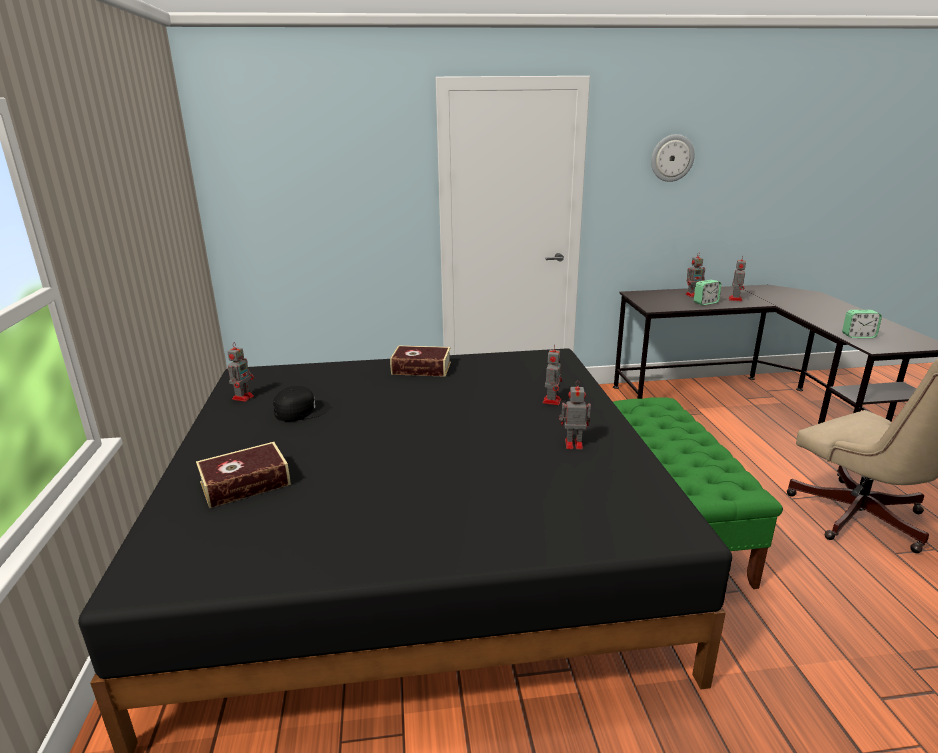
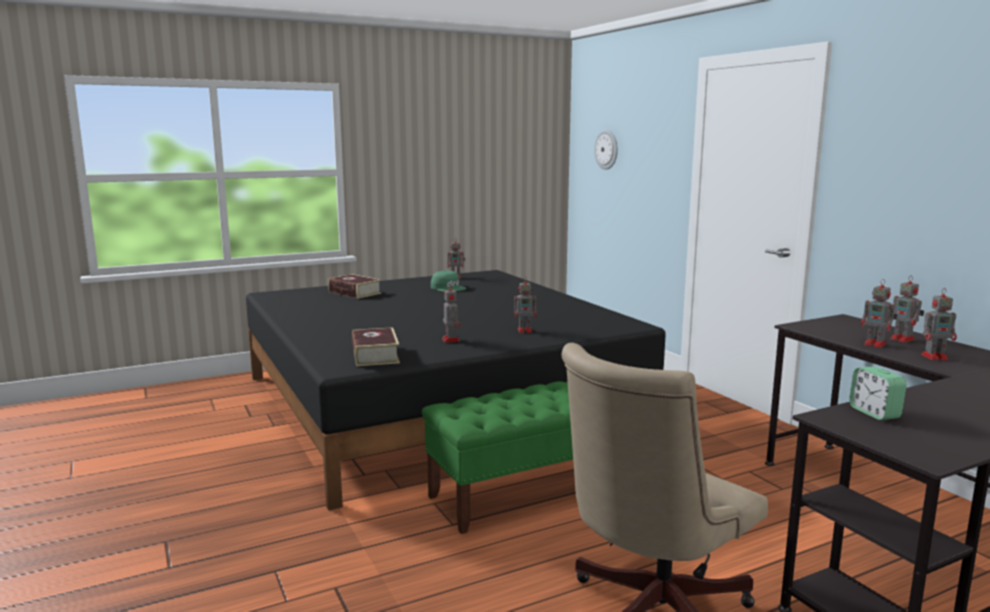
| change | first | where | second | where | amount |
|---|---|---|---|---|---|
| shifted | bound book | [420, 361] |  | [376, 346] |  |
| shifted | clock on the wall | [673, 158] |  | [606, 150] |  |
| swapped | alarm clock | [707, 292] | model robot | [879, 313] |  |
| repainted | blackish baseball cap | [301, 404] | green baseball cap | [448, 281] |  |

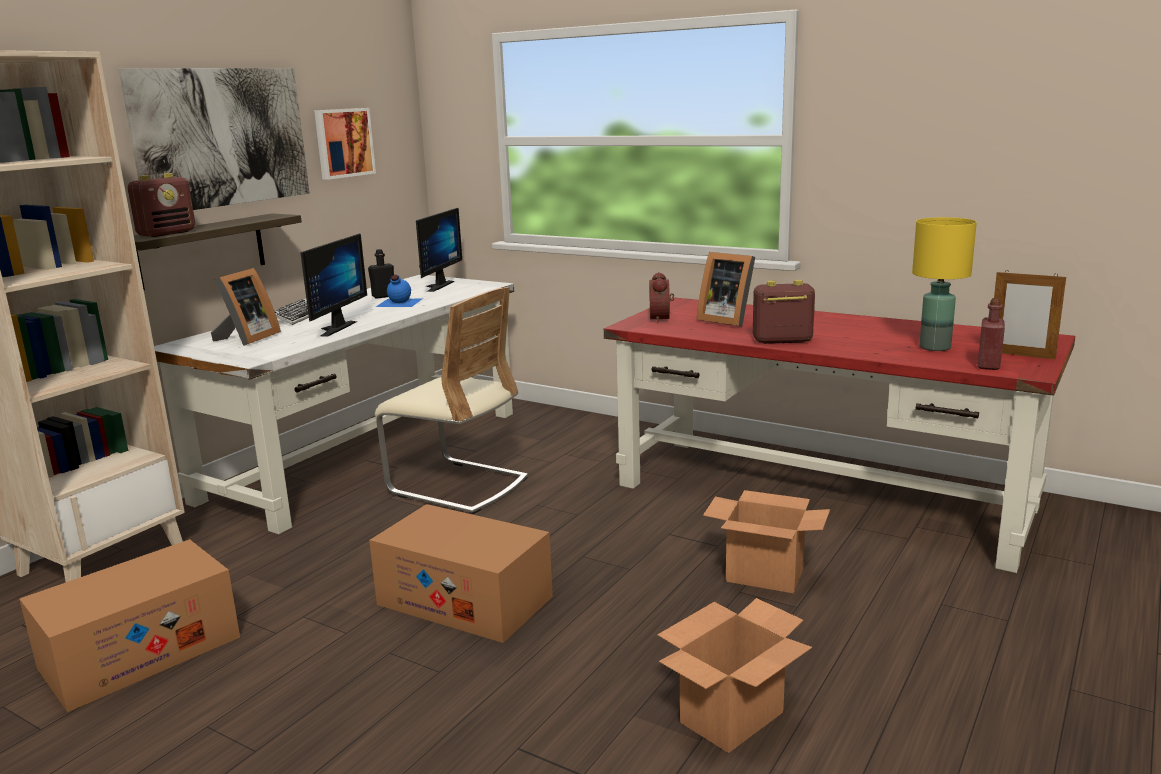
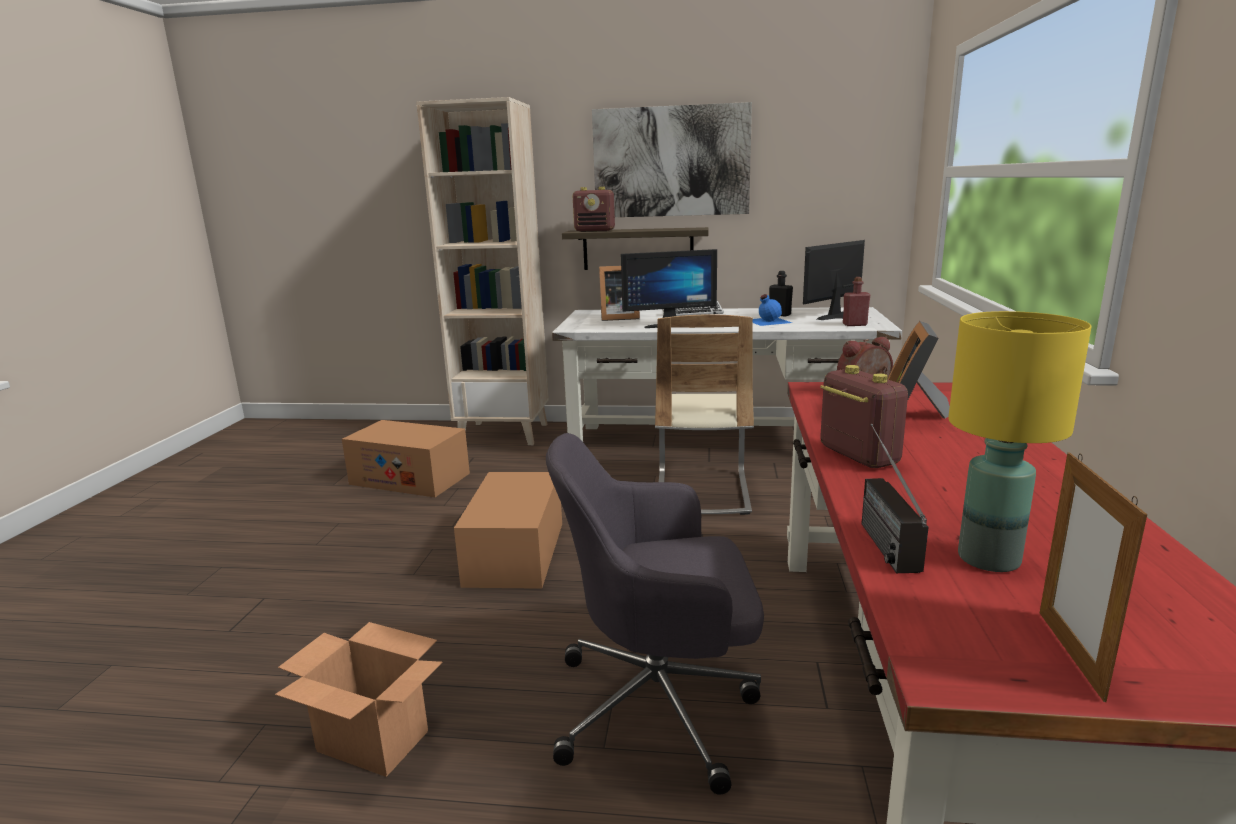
| change | first | where | second | where | amount |
|---|---|---|---|---|---|
| gone | picture | [345, 144] |  |  |  |
| new |  |  | radio set | [895, 498] |  |
| shifted | reddish bottle | [991, 334] |  | [856, 301] |  |
| swapped | cardboard box | [766, 541] | grey office chair | [655, 614] |  |
| rotated | monitor | [439, 250] |  | [834, 280] | 150 degrees clockwise |

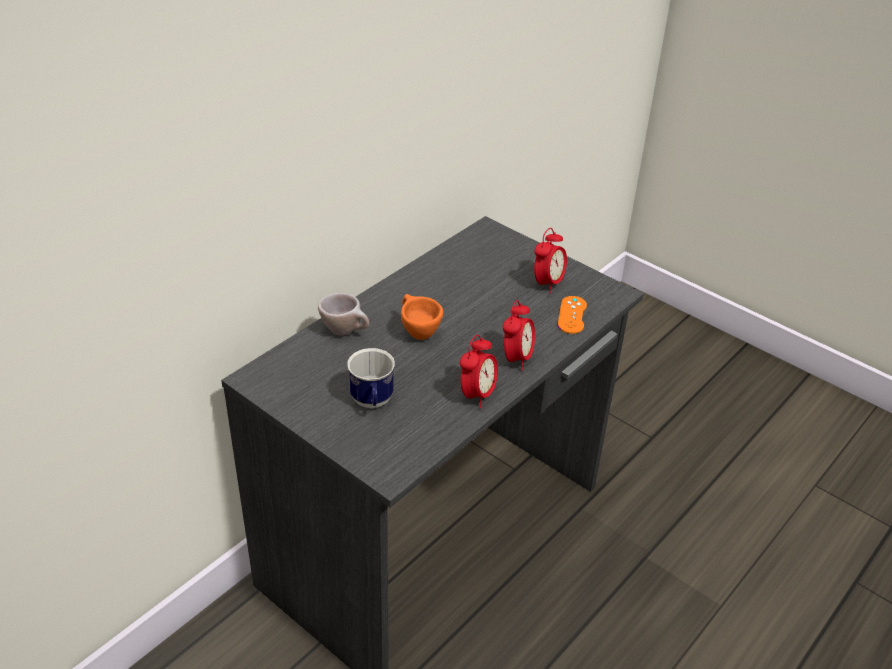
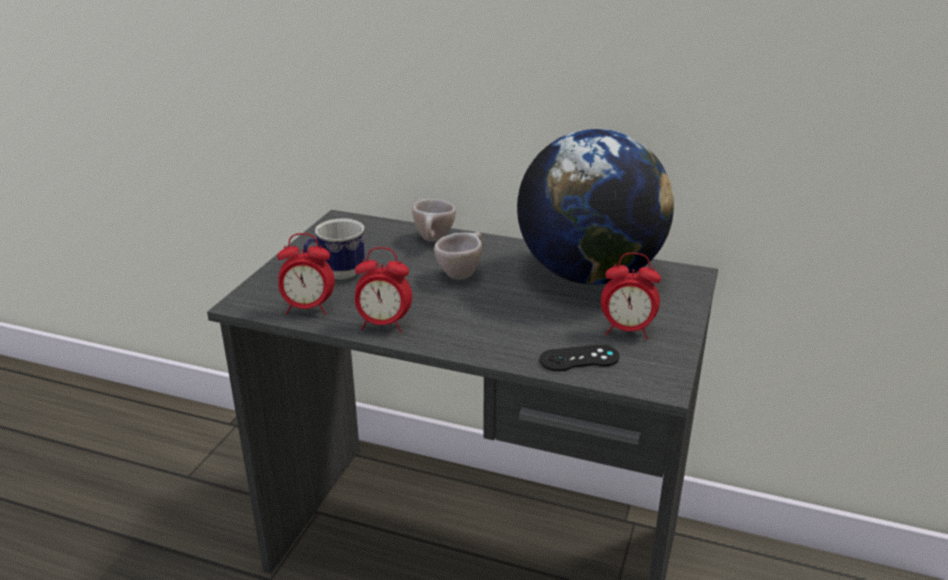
| change | first | where | second | where | amount |
|---|---|---|---|---|---|
| new |  |  | globe | [595, 207] |  |
| shifted | alarm clock | [519, 335] |  | [306, 274] |  |
| repainted | orange drinking cup | [422, 317] | sand-coloured drinking cup | [458, 256] |  |
| repainted | orange gamepad | [572, 315] | blackish gamepad | [579, 358] |  |

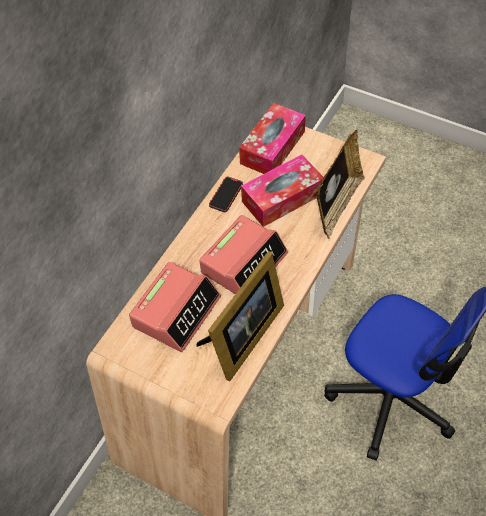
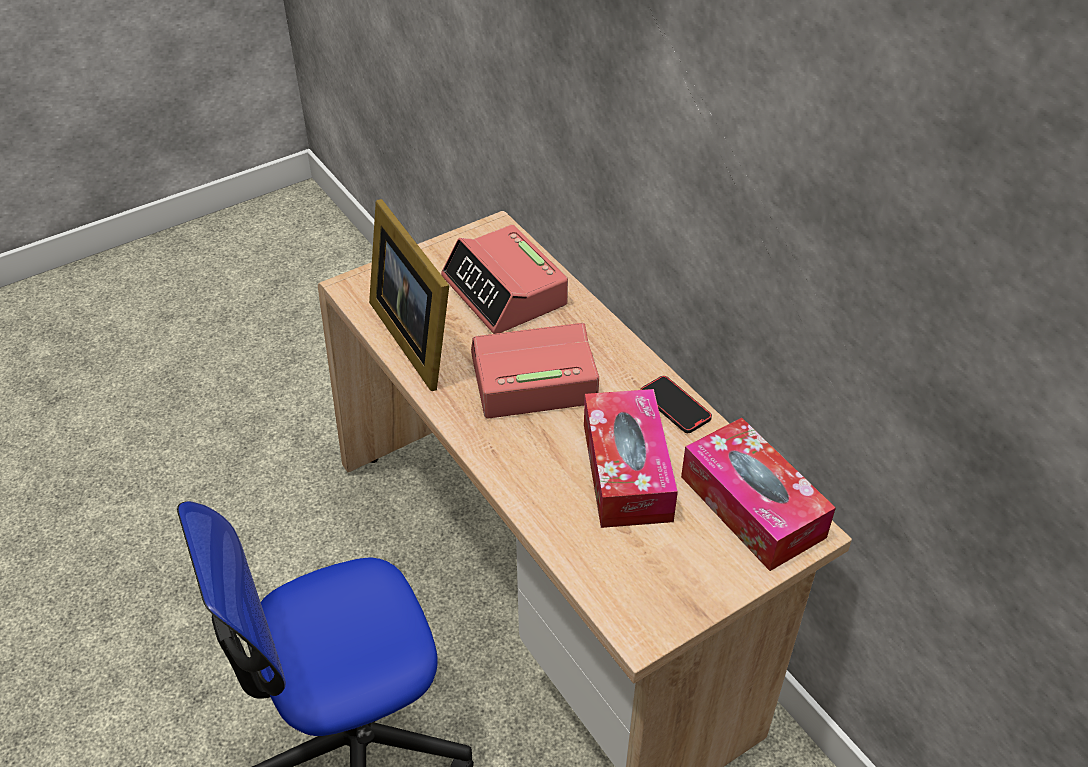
| change | first | where | second | where | amount |
|---|---|---|---|---|---|
| gone | standing frame | [340, 184] |  |  |  |
| rotated | alarm clock | [243, 254] |  | [535, 370] | 105 degrees clockwise |

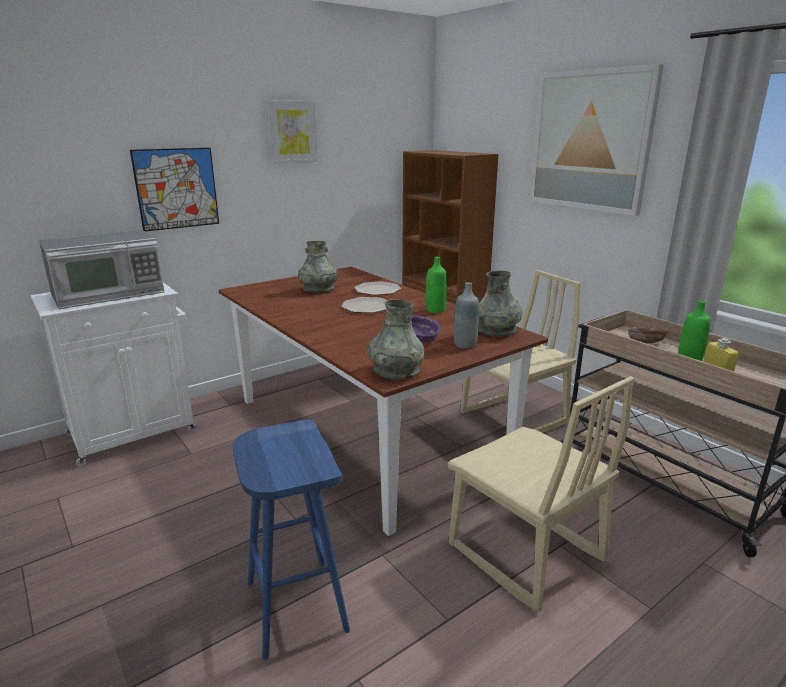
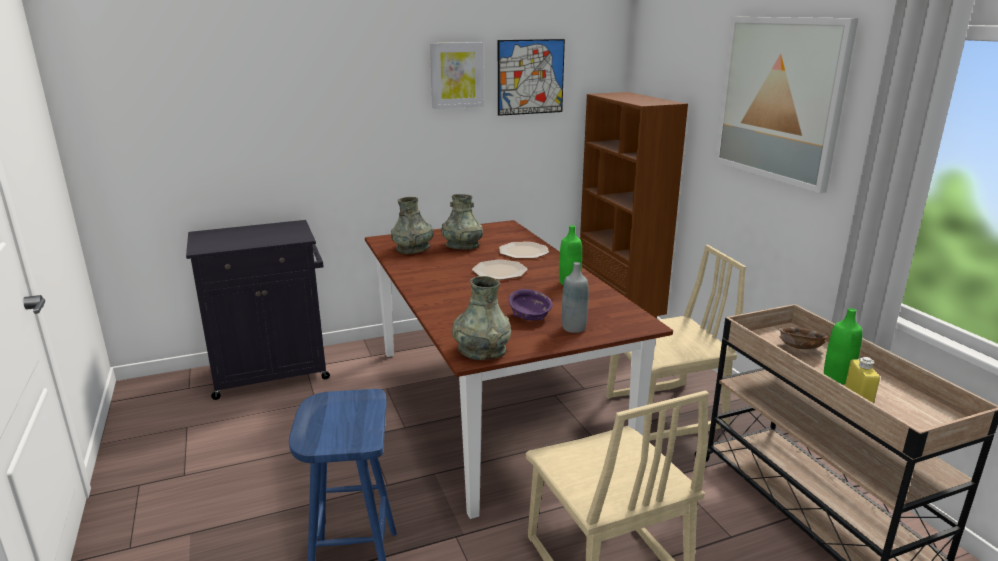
| change | first | where | second | where | amount |
|---|---|---|---|---|---|
| gone | kitchen microwave | [102, 269] |  |  |  |
| shifted | picture | [174, 189] |  | [531, 77] |  |
| shifted | grey flower vase | [500, 303] |  | [412, 225] |  |
| repainted | whitish storage cabinet | [113, 374] | blackish storage cabinet | [258, 310] |  |

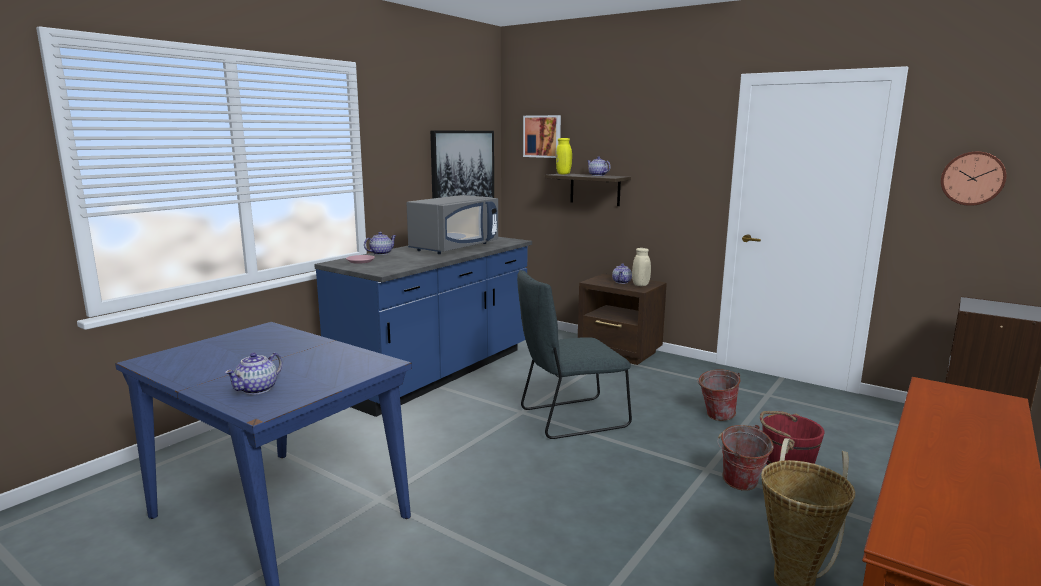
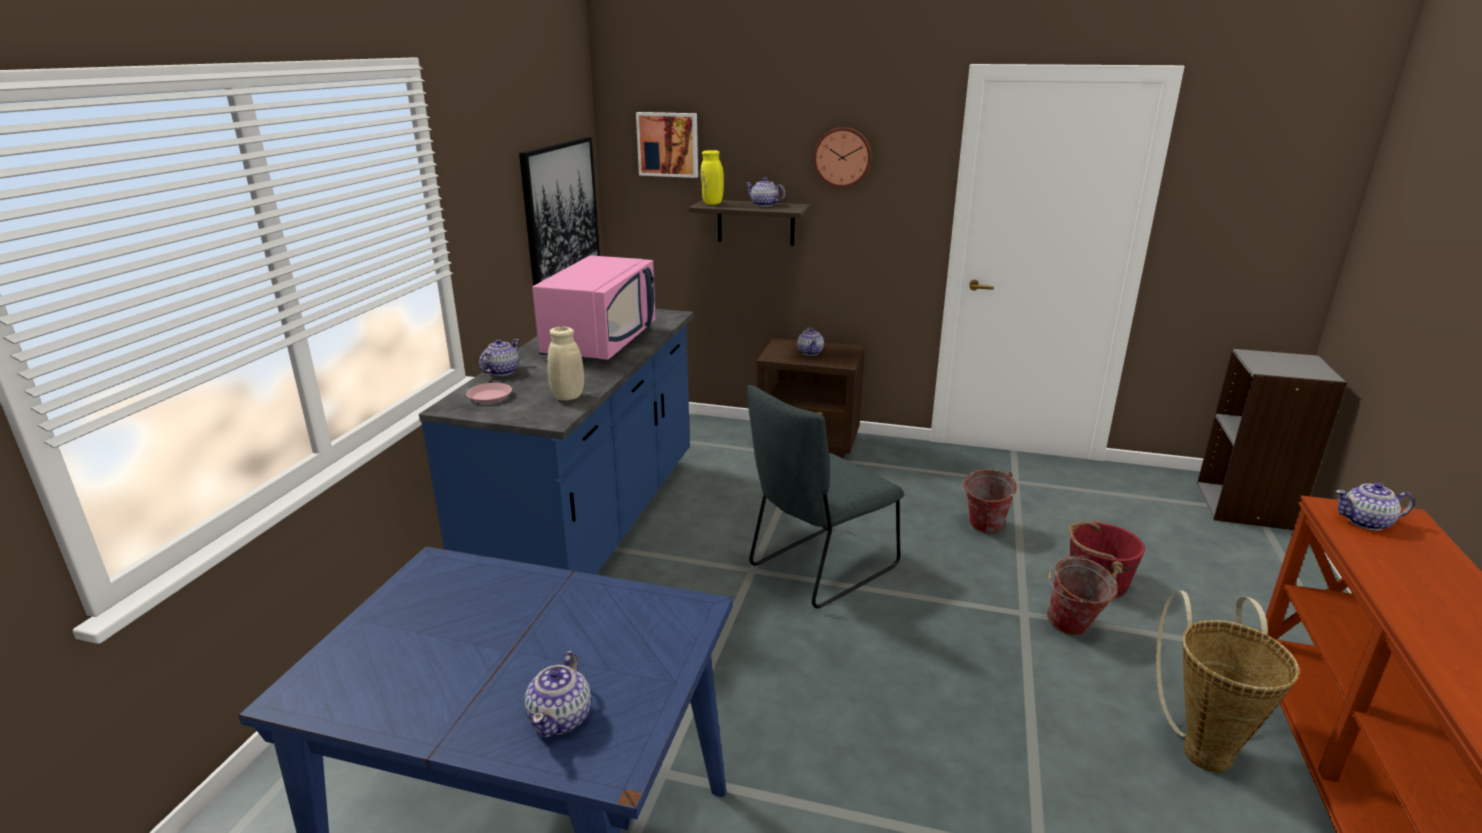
| change | first | where | second | where | amount |
|---|---|---|---|---|---|
| new |  |  | pot for tea | [1374, 506] |  |
| shifted | sand-coloured flower vase | [641, 267] |  | [565, 364] |  |
| shifted | clock on the wall | [973, 178] |  | [843, 157] |  |
| repainted | grey kitchen microwave | [452, 224] | pinkish kitchen microwave | [594, 308] |  |

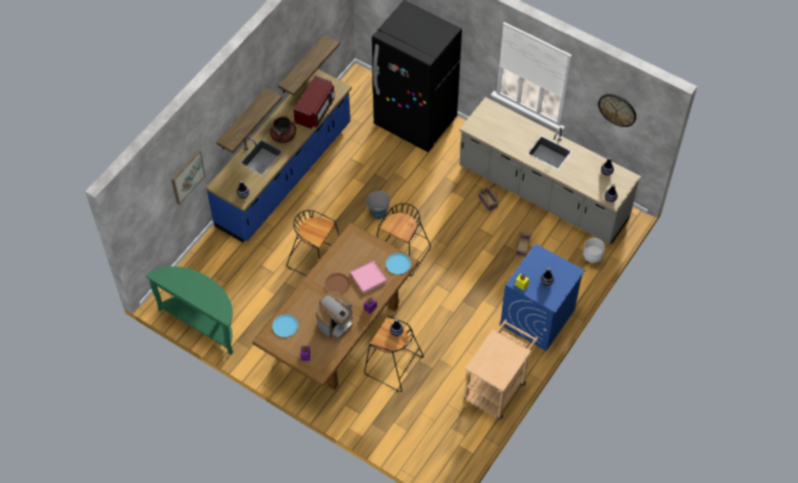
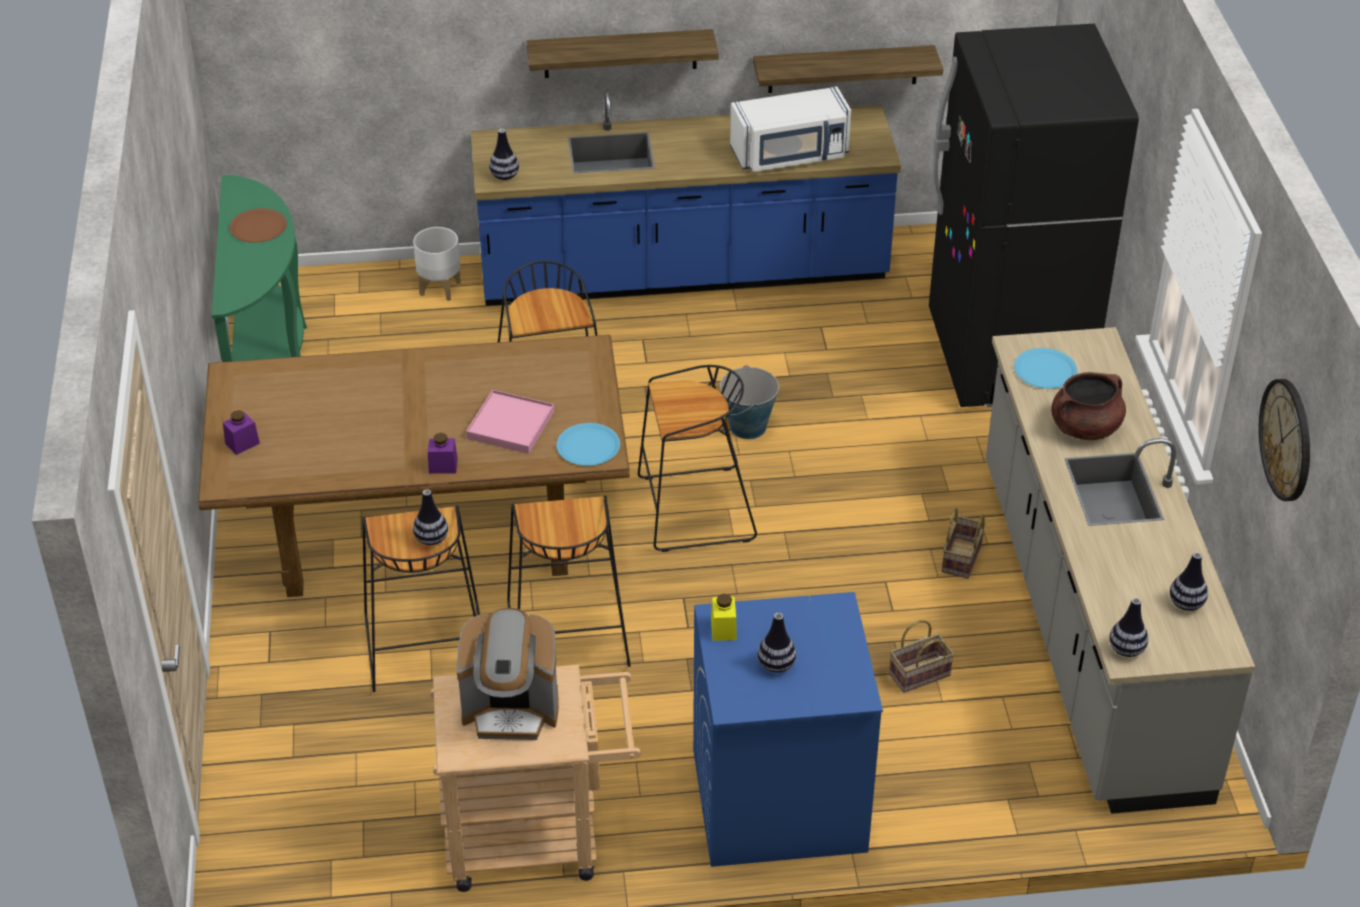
| change | first | where | second | where | amount |
|---|---|---|---|---|---|
| gone | picture | [188, 177] |  |  |  |
| new |  |  | blackish sitting stool | [569, 581] |  |
| shifted | brownish stockpot | [283, 129] |  | [1089, 406] |  |
| shifted | blue dinner plate | [285, 325] |  | [1045, 368] |  |
| shifted | coffee maker | [334, 316] |  | [508, 674] |  |
| shifted | brownish dinner plate | [337, 283] |  | [258, 225] |  |
| shifted | whitish plant pot | [593, 253] |  | [437, 264] |  |
| repainted | reddish kitchen microwave | [314, 102] | whitish kitchen microwave | [790, 129] |  |

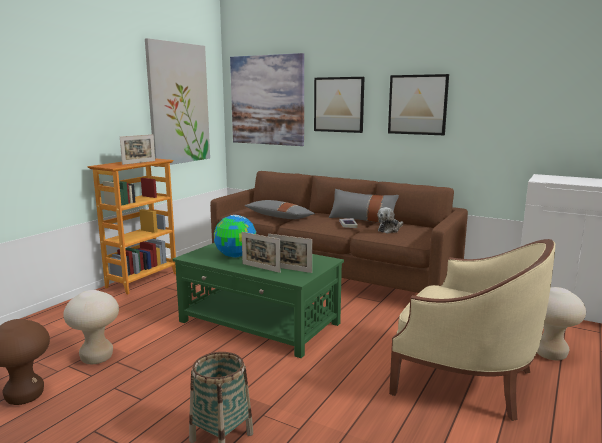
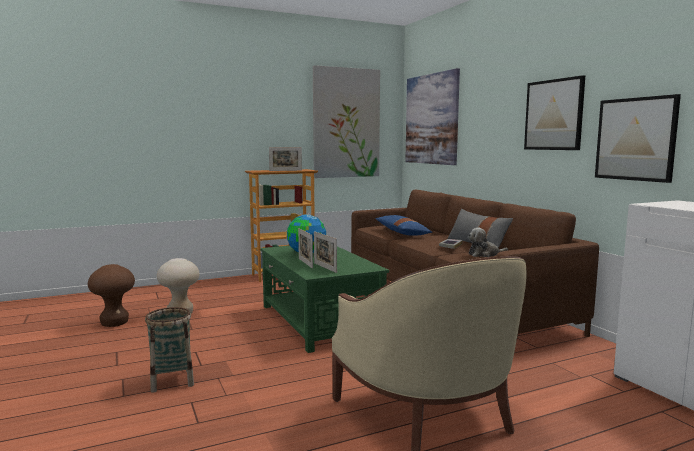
| change | first | where | second | where | amount |
|---|---|---|---|---|---|
| gone | sand-coloured sitting stool | [561, 323] |  |  |  |
| shifted | picture | [339, 105] |  | [638, 138] |  |
| repainted | grey throw pillow | [279, 209] | blue throw pillow | [403, 225] |  |

